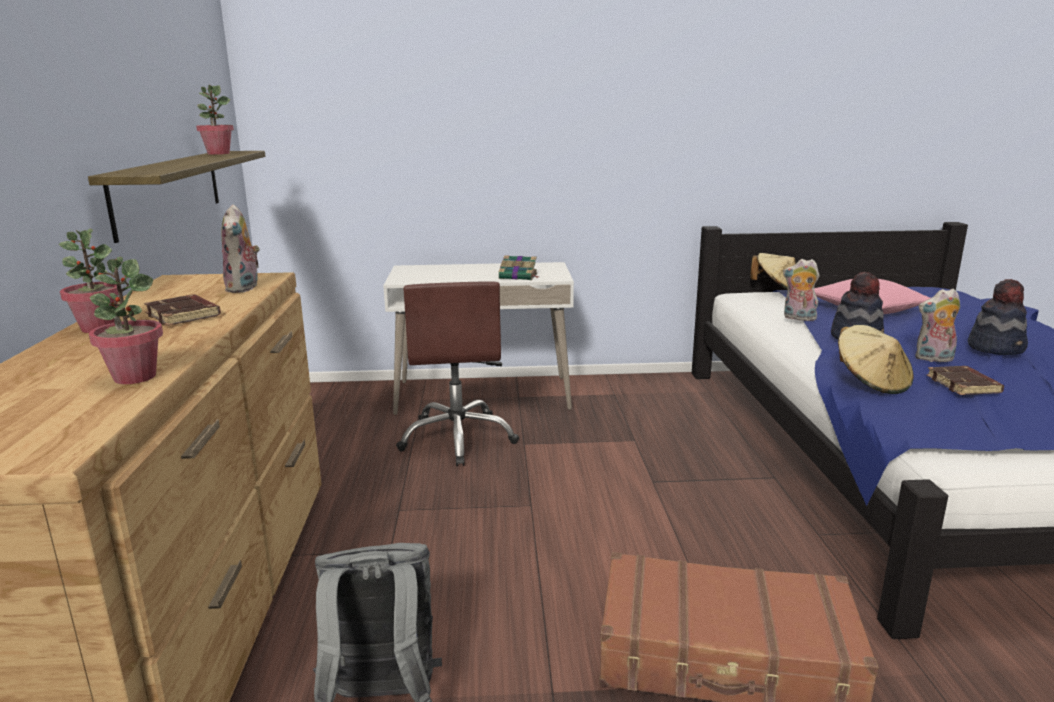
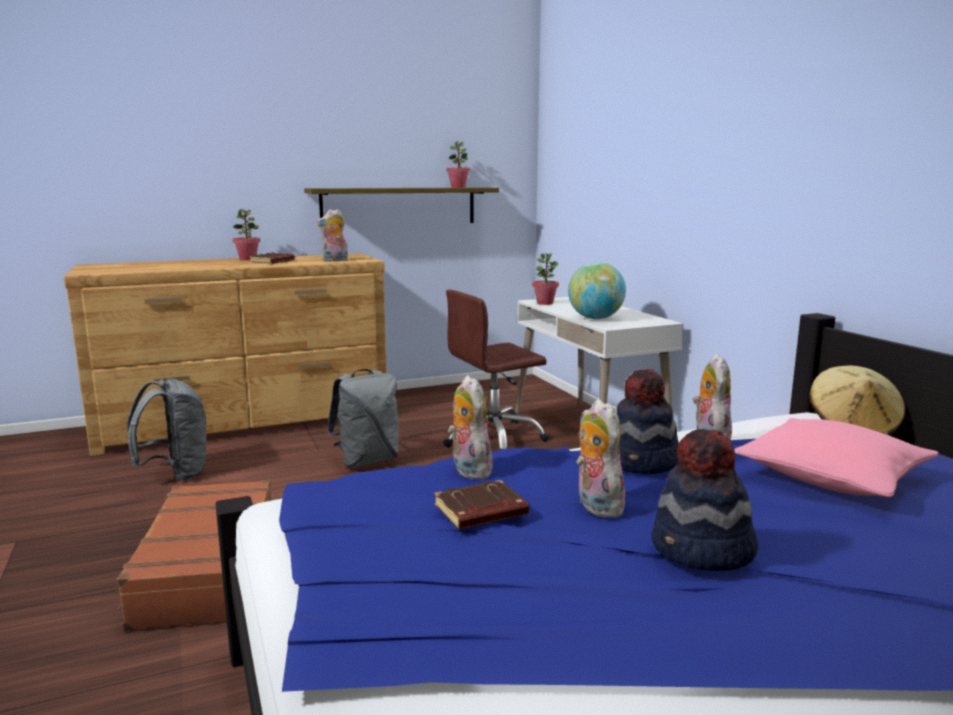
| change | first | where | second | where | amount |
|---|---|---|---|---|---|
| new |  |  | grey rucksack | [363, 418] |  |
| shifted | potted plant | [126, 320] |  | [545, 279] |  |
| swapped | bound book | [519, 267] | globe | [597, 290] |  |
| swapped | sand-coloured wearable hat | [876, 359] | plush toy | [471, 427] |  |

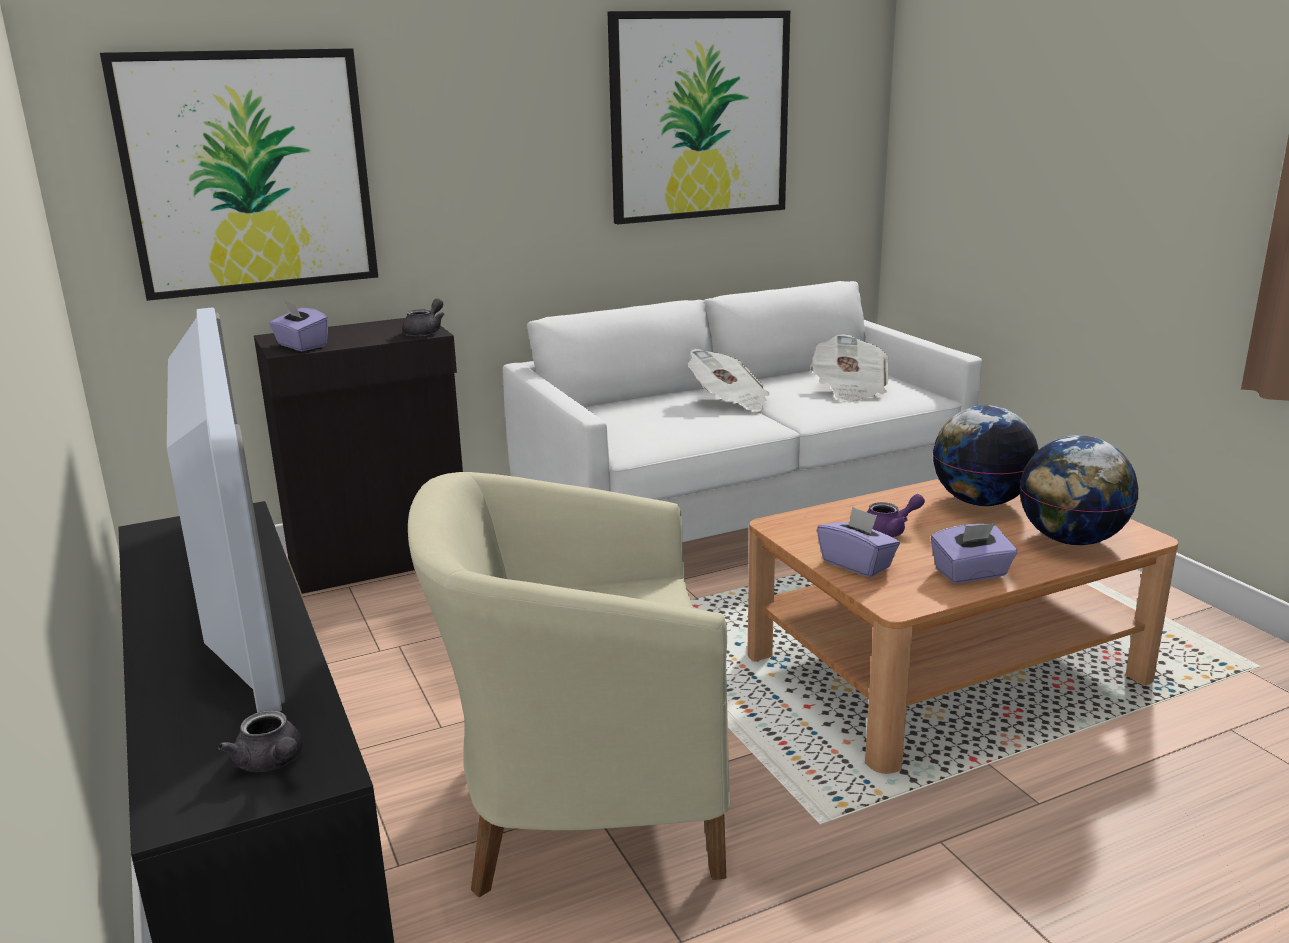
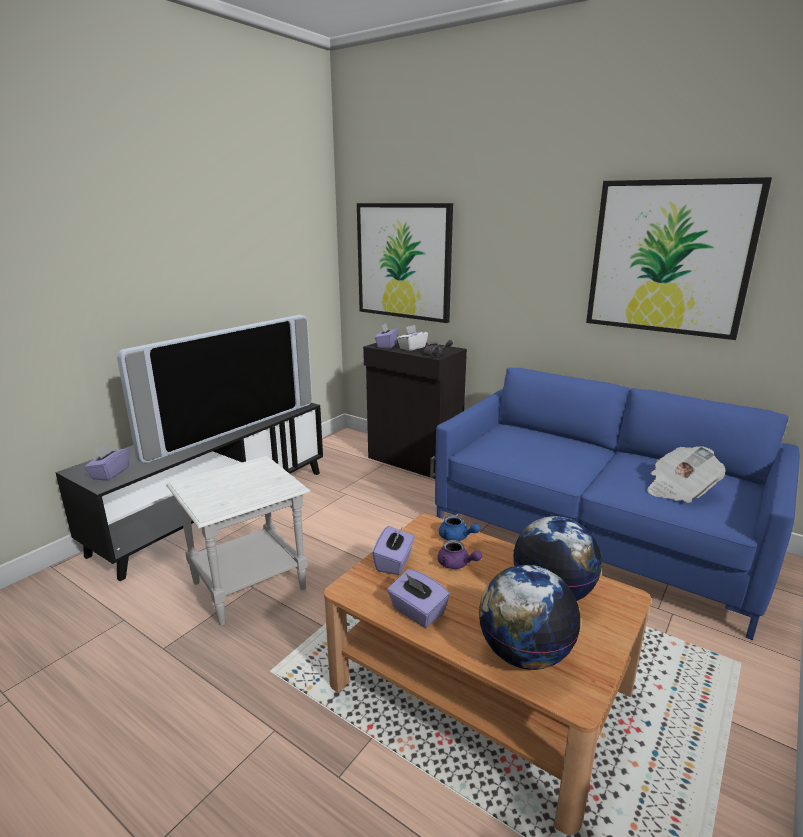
| change | first | where | second | where | amount |
|---|---|---|---|---|---|
| gone | daily paper | [729, 380] |  |  |  |
| new |  |  | whitish tissue box | [412, 338] |  |
| new |  |  | blue pot for tea | [460, 528] |  |
| swapped | grey pot for tea | [260, 741] | purple-coloured tissue box | [107, 462] |  |
| swapped | sand-coloured armchair | [569, 684] | whitish side table | [238, 540] |  |
| repainted | whitish settee | [742, 411] | blue settee | [617, 503] |  |

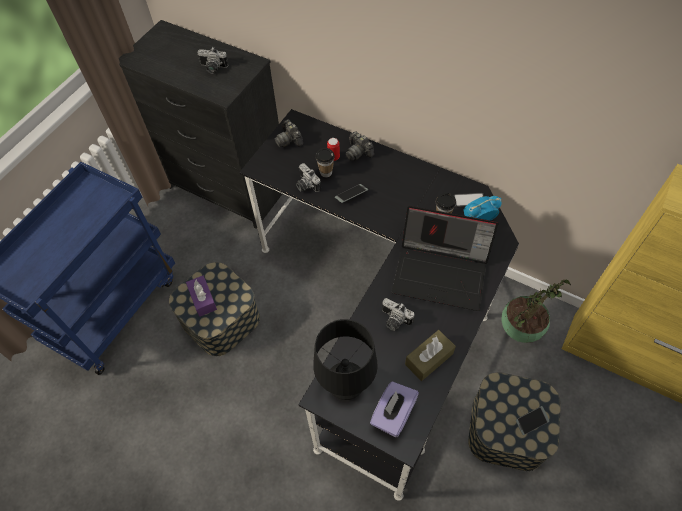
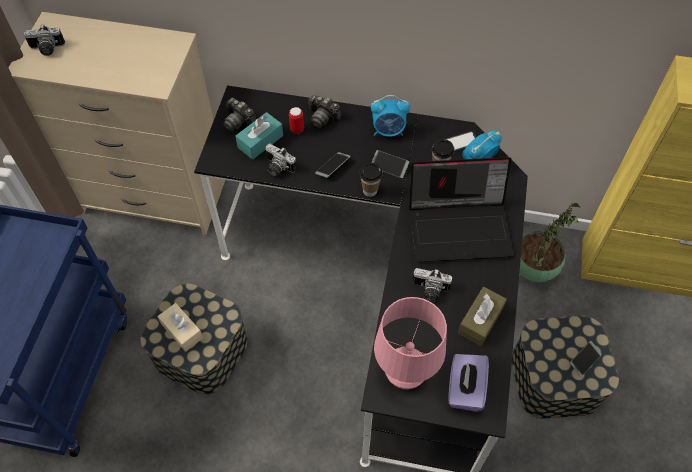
| change | first | where | second | where | amount |
|---|---|---|---|---|---|
| new |  |  | blue-green tissue box | [259, 135] |  |
| new |  |  | alarm clock | [390, 116] |  |
| new |  |  | phone | [390, 164] |  |
| shifted | photo camera | [213, 60] |  | [44, 40] |  |
| shifted | drinking cup | [325, 162] |  | [371, 179] |  |
| repainted | blackish chest of drawers | [200, 124] | sand-coloured chest of drawers | [116, 123] |  |
| repainted | purple-coloured tissue box | [201, 296] | sand-coloured tissue box | [180, 327] |  |
| repainted | blackish lamp for a table | [345, 359] | pinkish lamp for a table | [410, 343] |  |

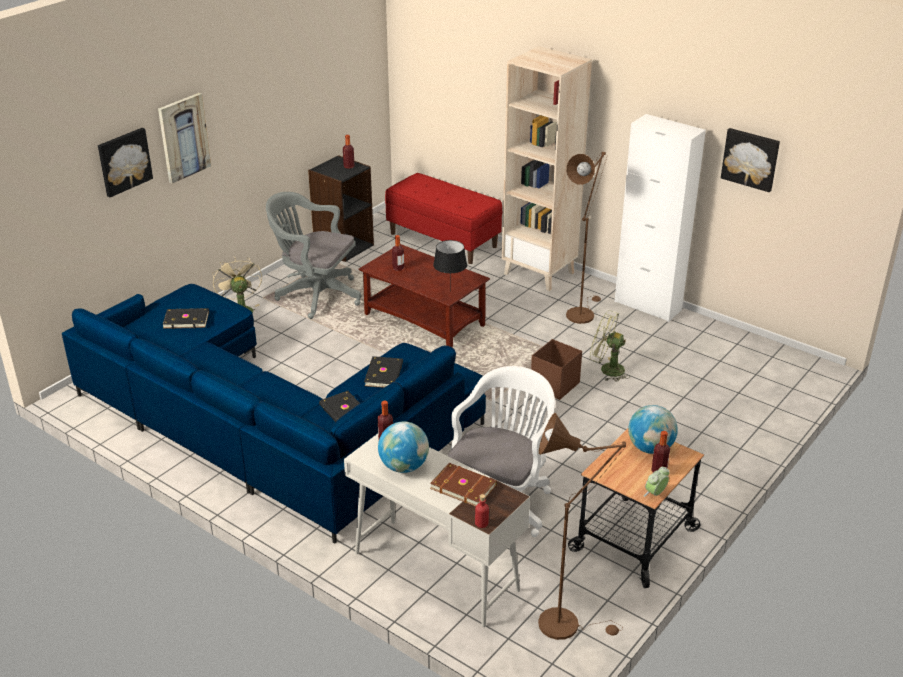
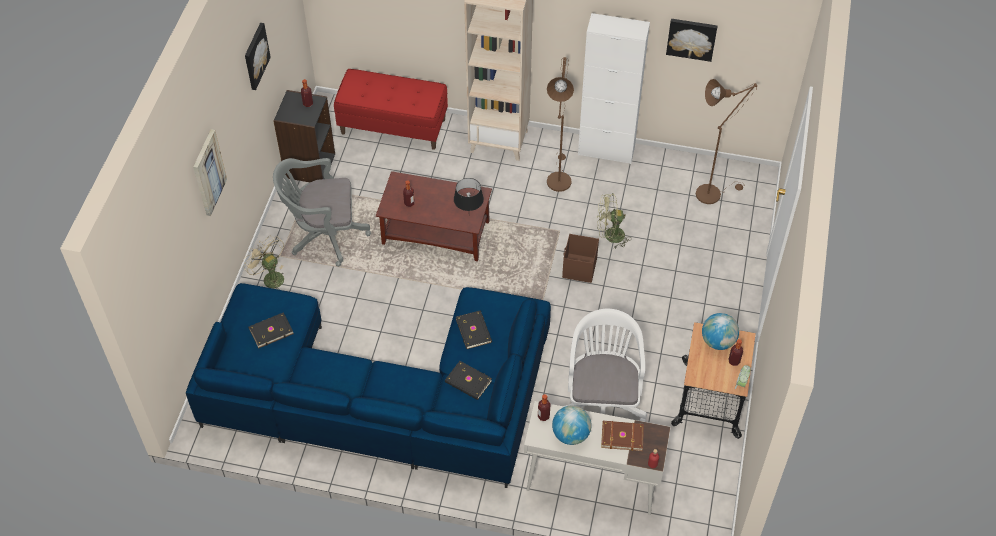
| change | first | where | second | where | amount |
|---|---|---|---|---|---|
| shifted | picture | [125, 162] |  | [258, 56] |  |
| shifted | brownish floor lamp | [582, 526] |  | [726, 141] |  |

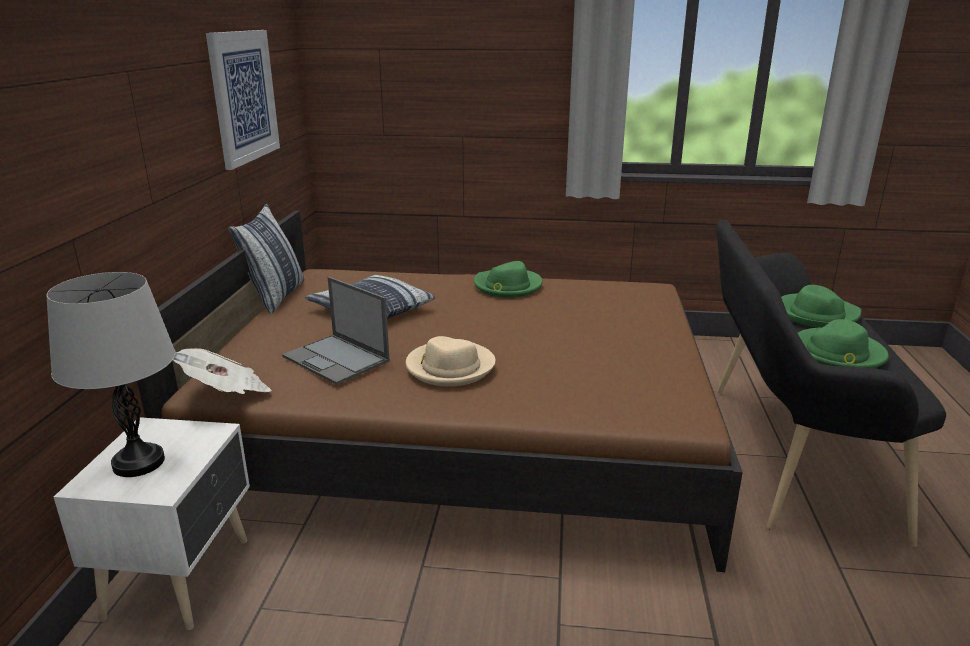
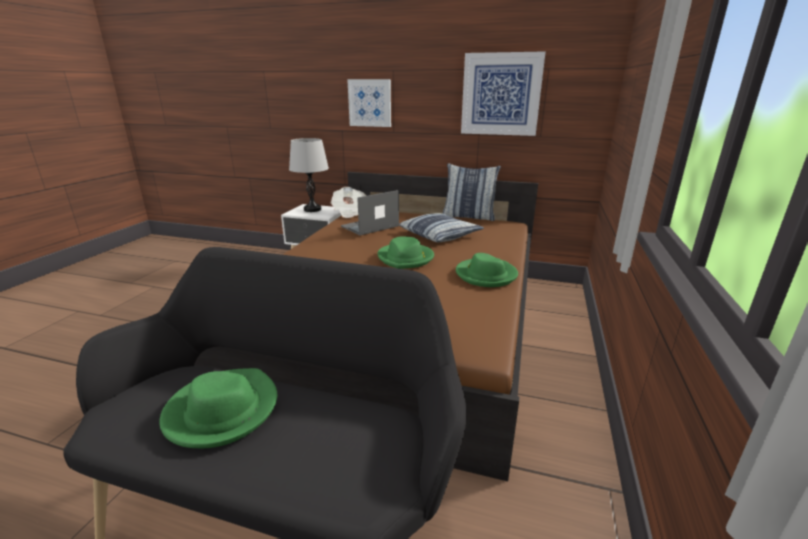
| change | first | where | second | where | amount |
|---|---|---|---|---|---|
| gone | sand-coloured wearable hat | [450, 361] |  |  |  |
| new |  |  | picture | [369, 103] |  |
| shifted | green wearable hat | [821, 306] |  | [406, 253] |  |

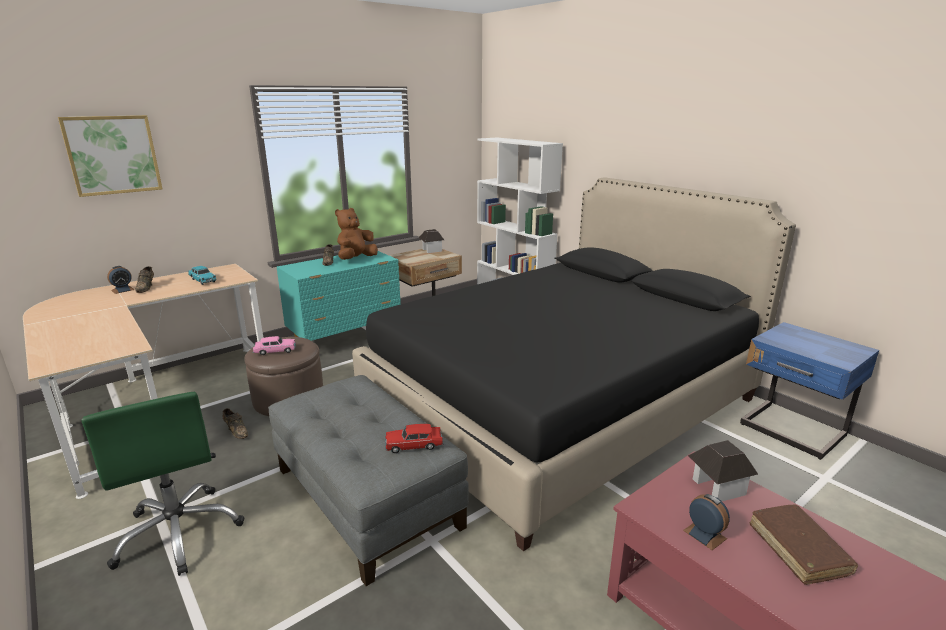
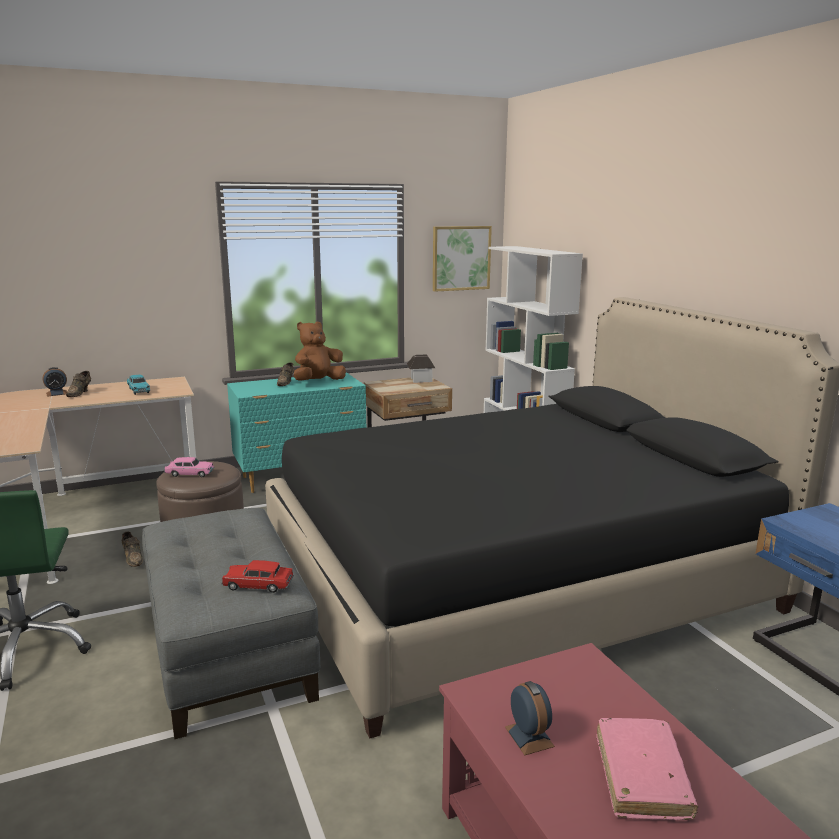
| change | first | where | second | where | amount |
|---|---|---|---|---|---|
| gone | miniature house | [723, 470] |  |  |  |
| shifted | picture | [110, 156] |  | [462, 259] |  |
| repainted | brownish bound book | [804, 544] | pinkish bound book | [647, 769] |  |

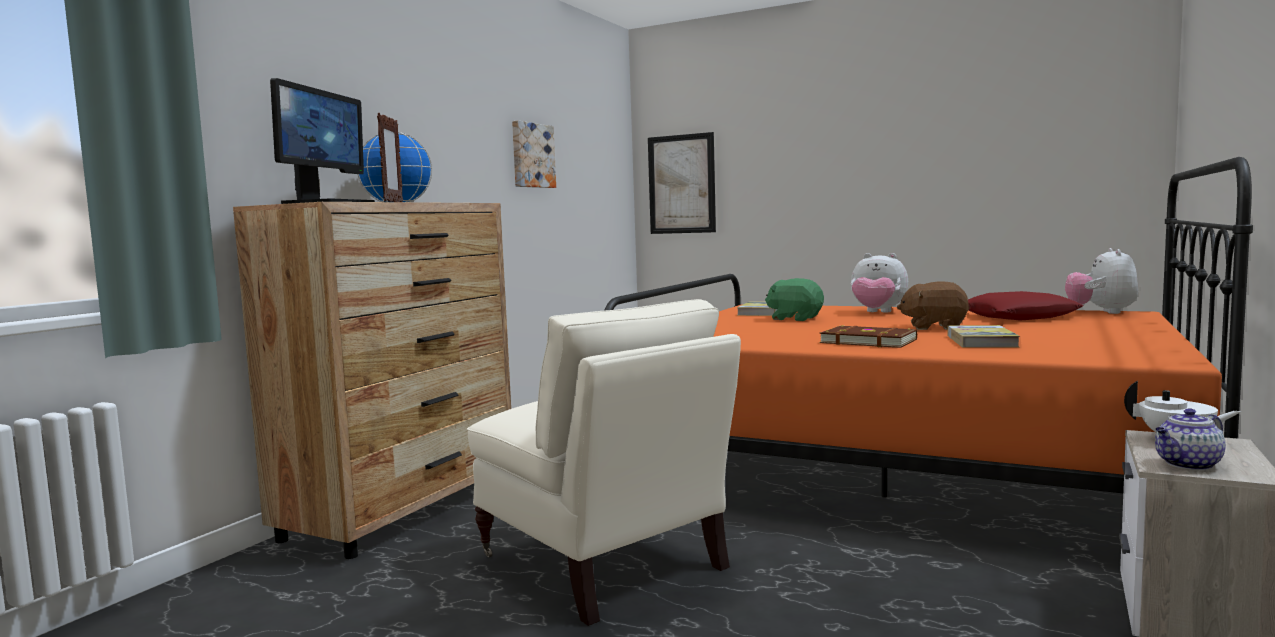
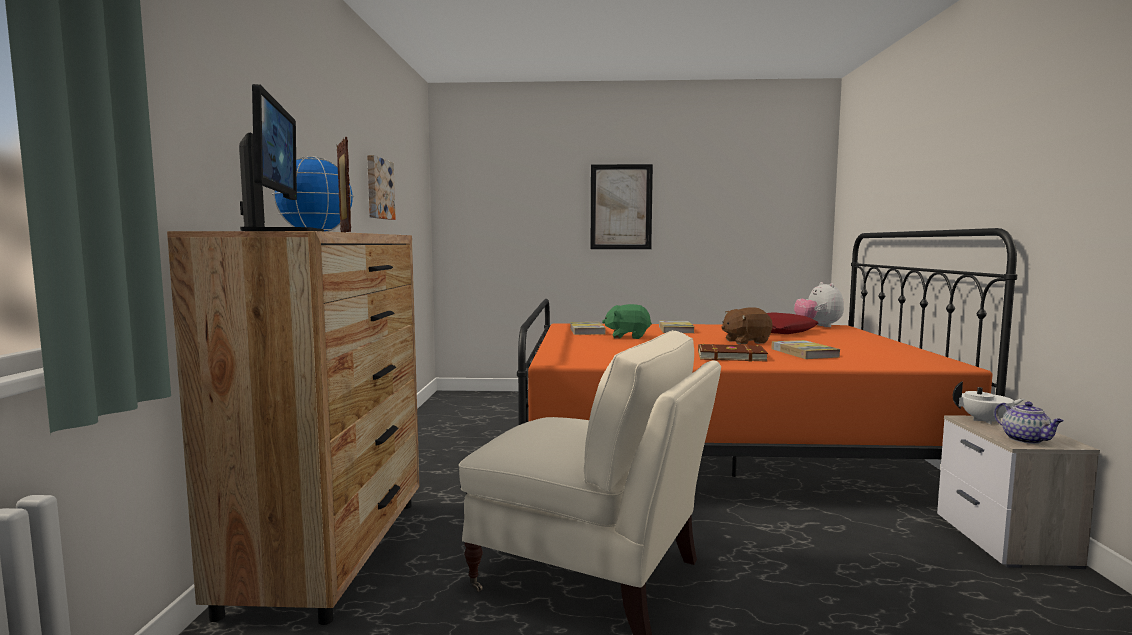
| change | first | where | second | where | amount |
|---|---|---|---|---|---|
| shifted | picture | [682, 183] |  | [622, 206] |  |
| swapped | plush toy | [879, 282] | bound book | [676, 327] |  |
| rotated | pot for tea | [1190, 439] |  | [1029, 423] | 60 degrees counterclockwise |

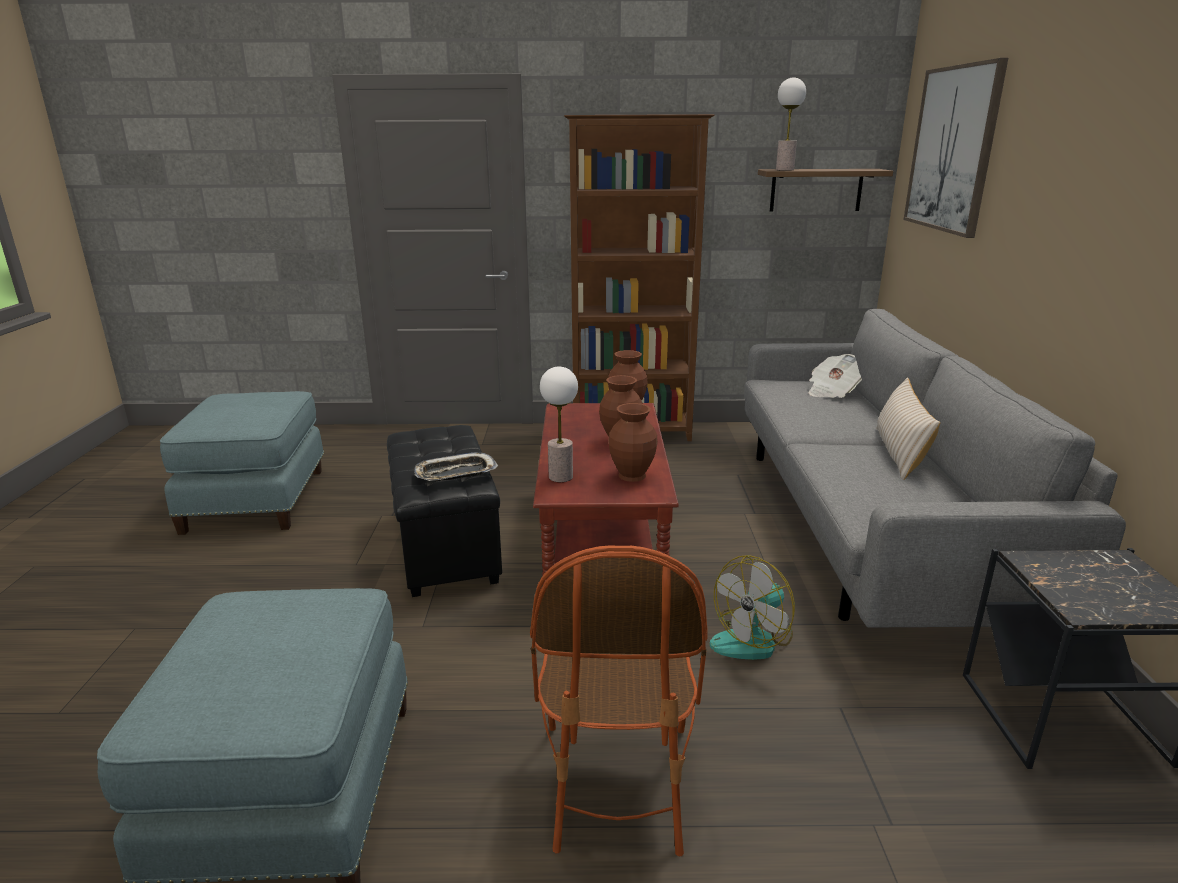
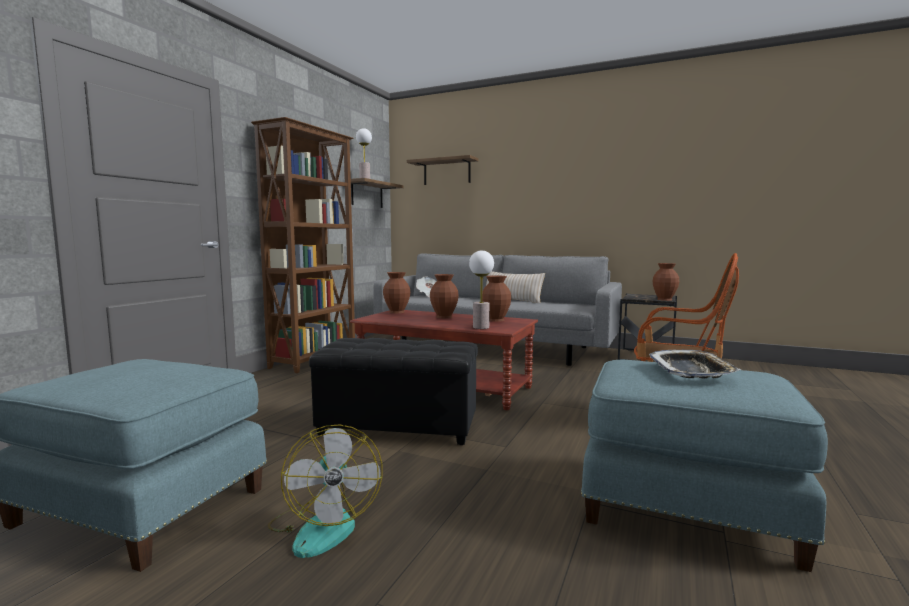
| change | first | where | second | where | amount |
|---|---|---|---|---|---|
| new |  |  | brownish flower vase | [666, 282] |  |
| shifted | serving tray | [456, 466] |  | [695, 364] |  |
| shifted | fan | [752, 607] |  | [325, 491] |  |
| swapped | picture | [955, 148] | bracket shelf | [443, 170] |  |

